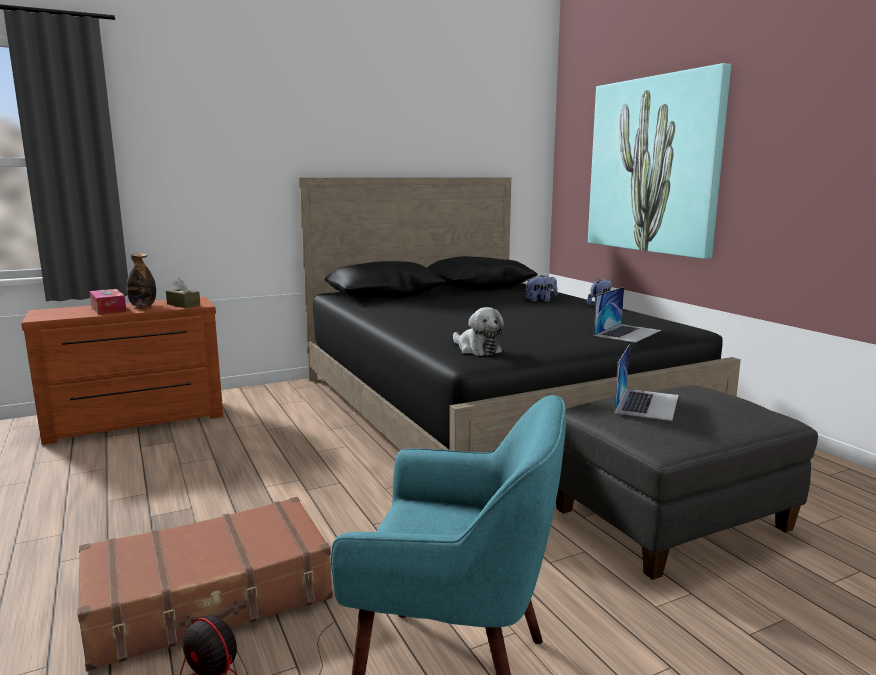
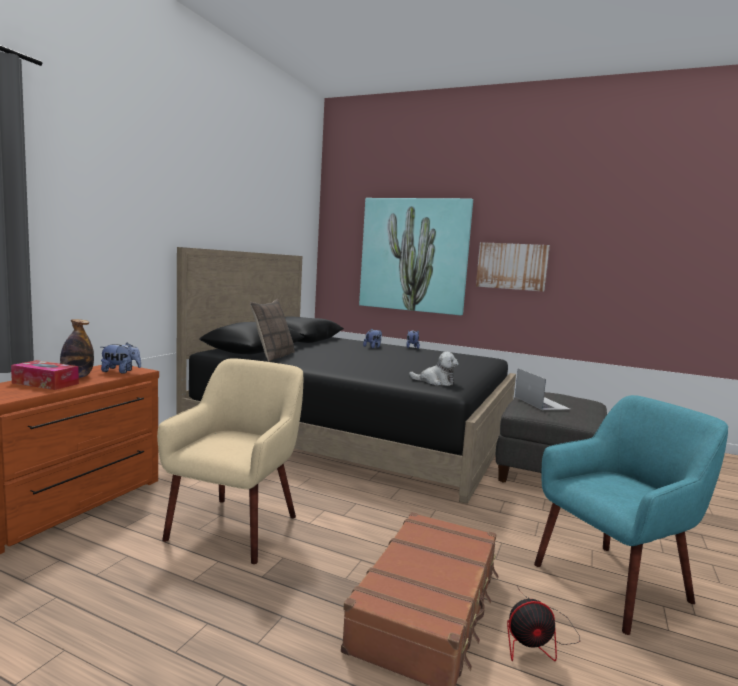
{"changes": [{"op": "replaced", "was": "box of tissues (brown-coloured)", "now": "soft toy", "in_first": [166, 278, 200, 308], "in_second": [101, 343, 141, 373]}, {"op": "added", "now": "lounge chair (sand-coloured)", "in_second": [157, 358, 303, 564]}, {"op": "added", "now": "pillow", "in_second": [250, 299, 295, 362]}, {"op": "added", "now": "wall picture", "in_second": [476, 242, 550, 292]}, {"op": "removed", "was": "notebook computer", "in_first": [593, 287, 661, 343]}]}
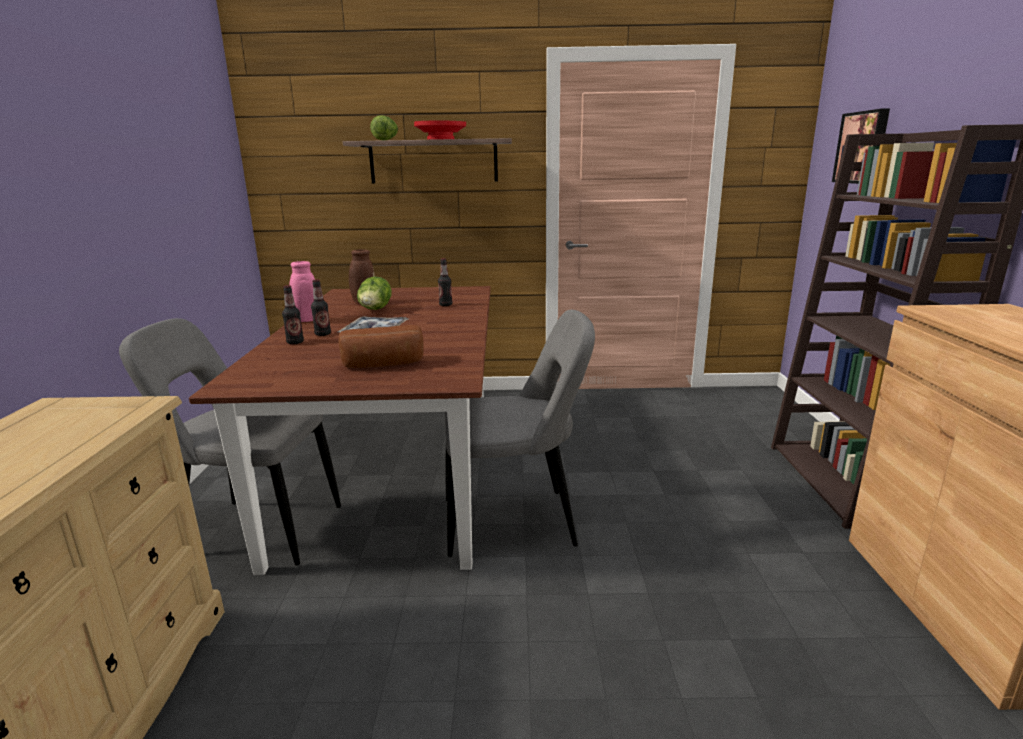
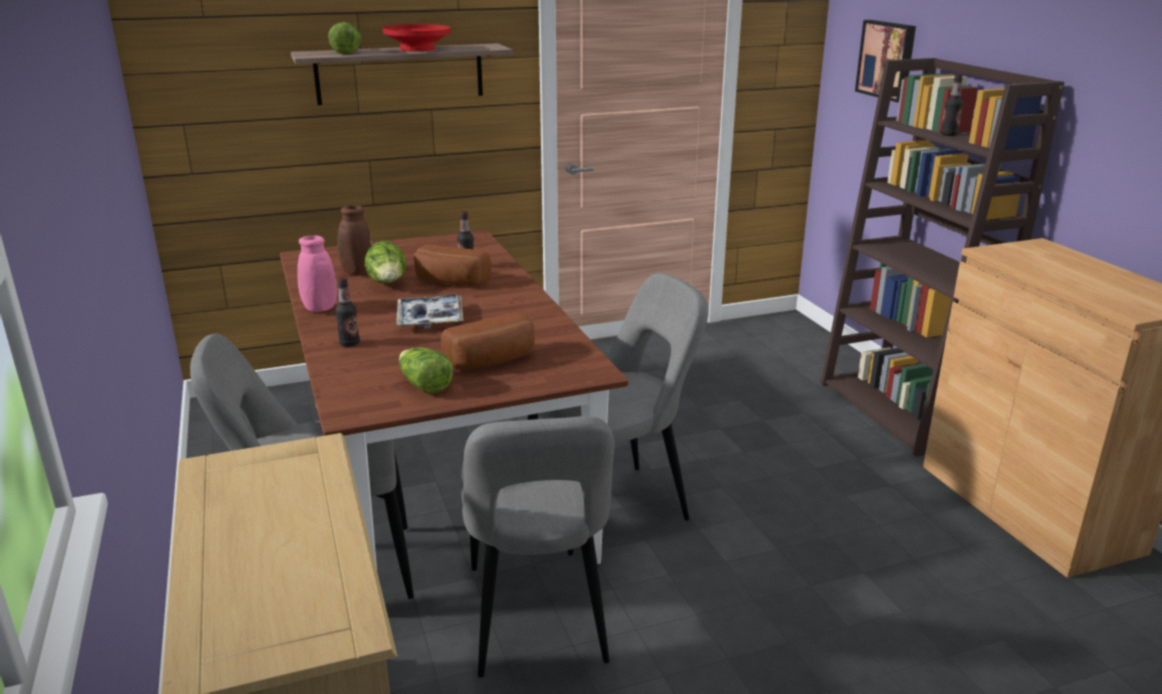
{"changes": [{"op": "added", "now": "lettuce", "in_second": [399, 348, 453, 394]}, {"op": "added", "now": "bakery bread", "in_second": [414, 244, 491, 286]}, {"op": "added", "now": "chair (grey)", "in_second": [461, 416, 614, 678]}, {"op": "moved", "was": "beverage bottle", "in_first": [311, 279, 331, 336], "in_second": [940, 74, 963, 136]}]}
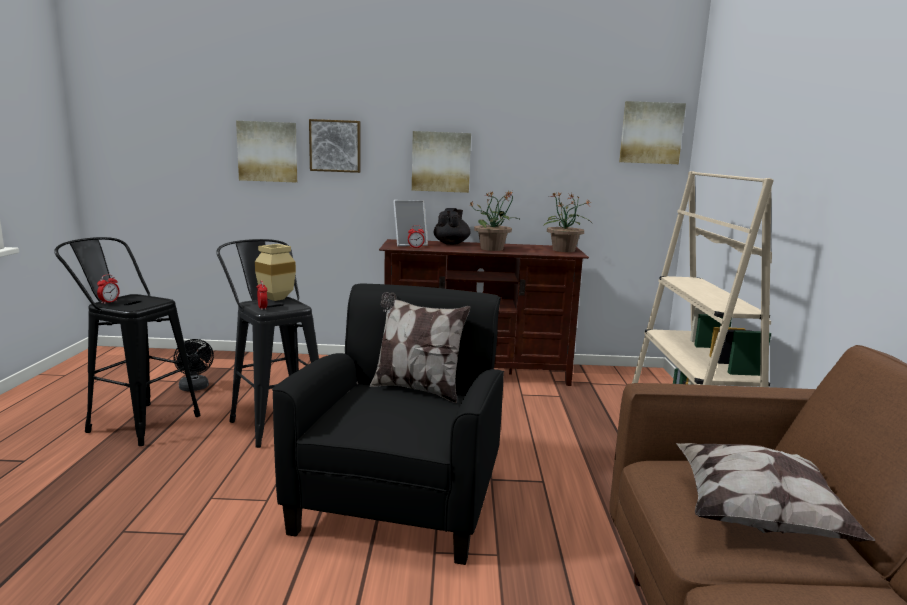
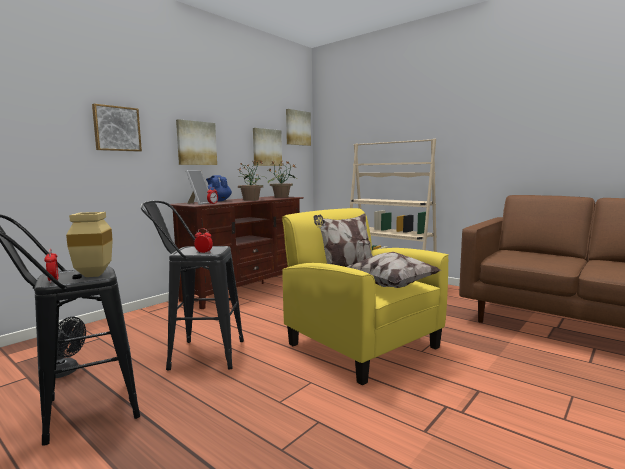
{"changes": [{"op": "moved", "was": "vase (sand-coloured)", "in_first": [255, 244, 296, 301], "in_second": [66, 212, 113, 277]}, {"op": "recoloured", "was": "pot for tea (black-coloured)", "now": "pot for tea (blue)", "in_first": [434, 208, 471, 245], "in_second": [206, 175, 232, 202]}, {"op": "moved", "was": "wall picture", "in_first": [236, 121, 297, 182], "in_second": [253, 128, 282, 166]}, {"op": "recoloured", "was": "lounge chair (black-coloured)", "now": "lounge chair (yellowish)", "in_first": [272, 284, 504, 565], "in_second": [282, 208, 449, 385]}, {"op": "moved", "was": "pillow", "in_first": [676, 443, 875, 542], "in_second": [347, 252, 440, 288]}]}
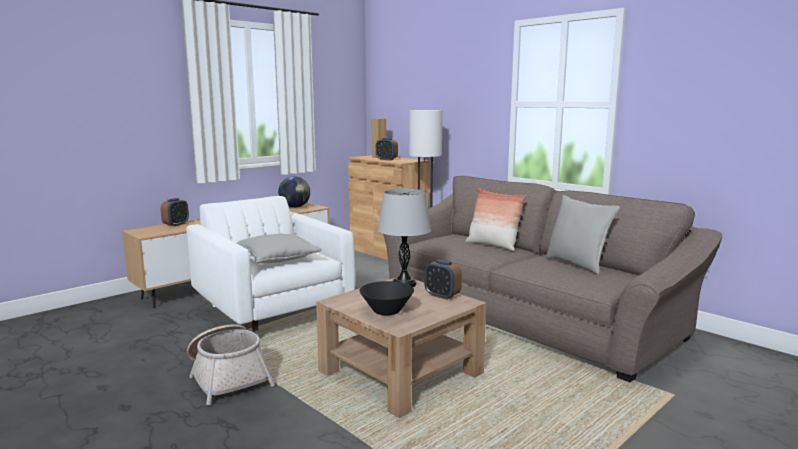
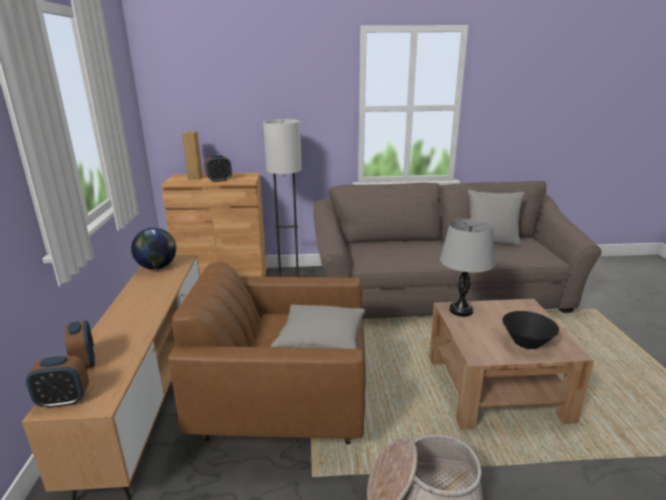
{"changes": [{"op": "moved", "was": "alarm clock", "in_first": [424, 259, 462, 300], "in_second": [26, 356, 89, 408]}, {"op": "recoloured", "was": "lounge chair (whitish)", "now": "lounge chair (brown-coloured)", "in_first": [186, 196, 355, 335], "in_second": [168, 262, 366, 444]}, {"op": "removed", "was": "pillow", "in_first": [466, 188, 526, 251]}]}
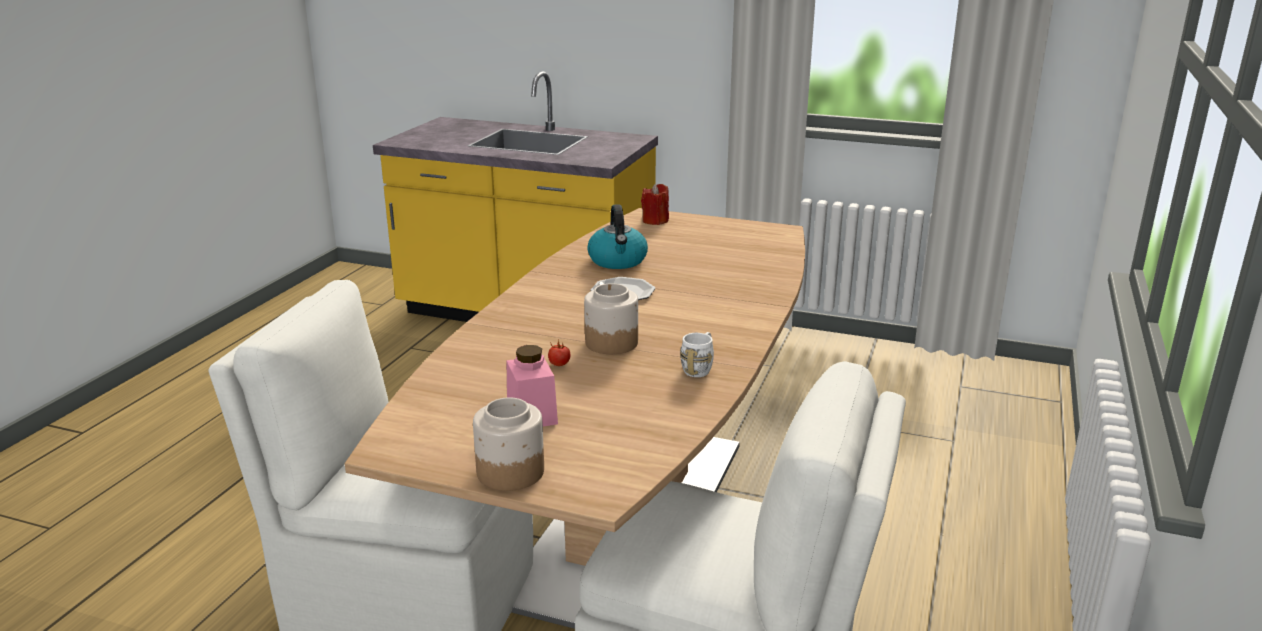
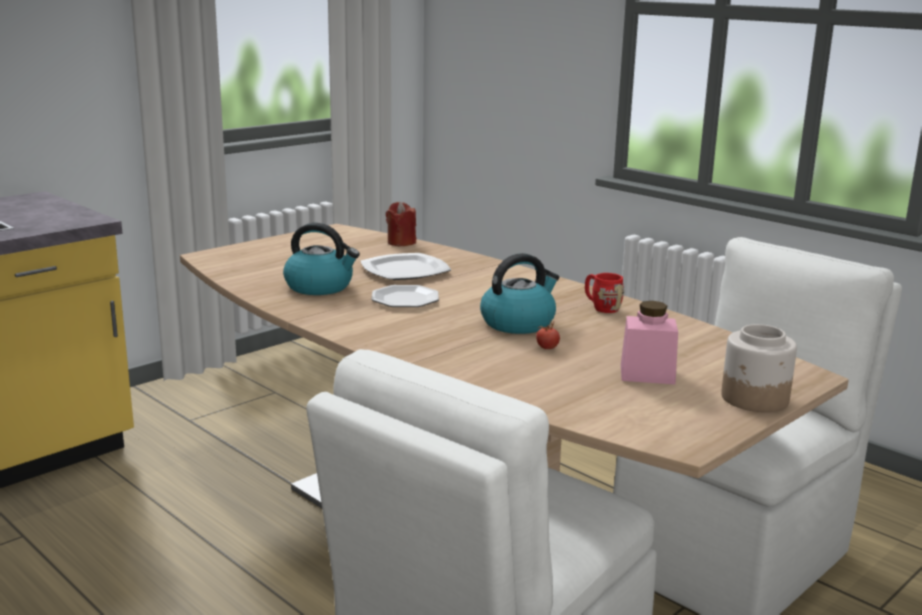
{"changes": [{"op": "added", "now": "dinner plate", "in_second": [361, 253, 451, 280]}, {"op": "moved", "was": "wax candle (red)", "in_first": [641, 184, 669, 225], "in_second": [386, 202, 416, 246]}, {"op": "replaced", "was": "storage jar", "now": "water kettle", "in_first": [584, 283, 638, 354], "in_second": [480, 253, 559, 334]}, {"op": "recoloured", "was": "mug (whitish)", "now": "mug (red)", "in_first": [680, 332, 714, 377], "in_second": [585, 273, 624, 313]}]}
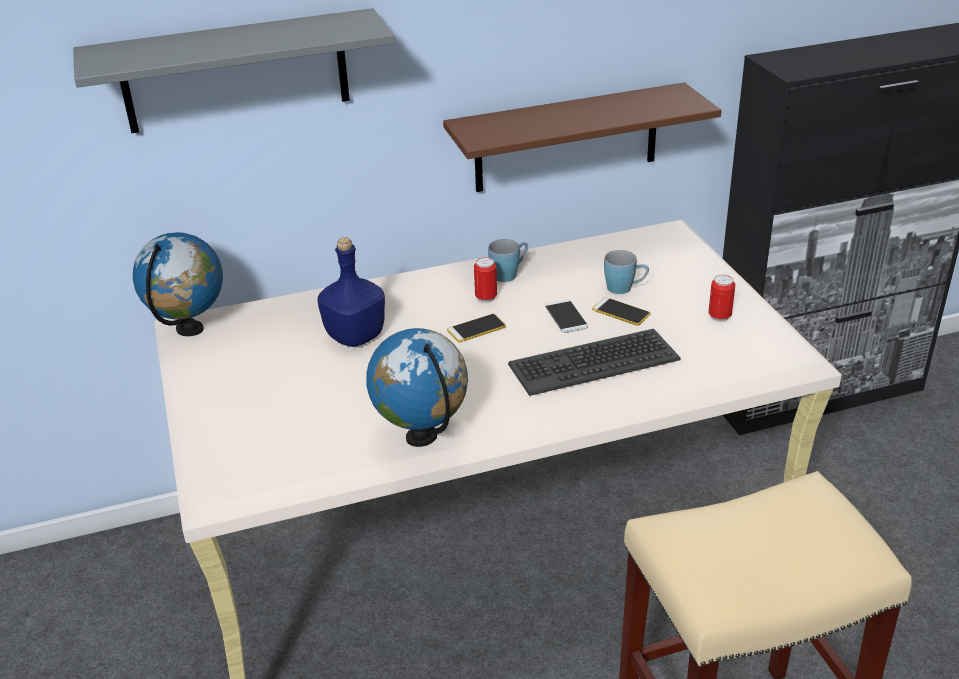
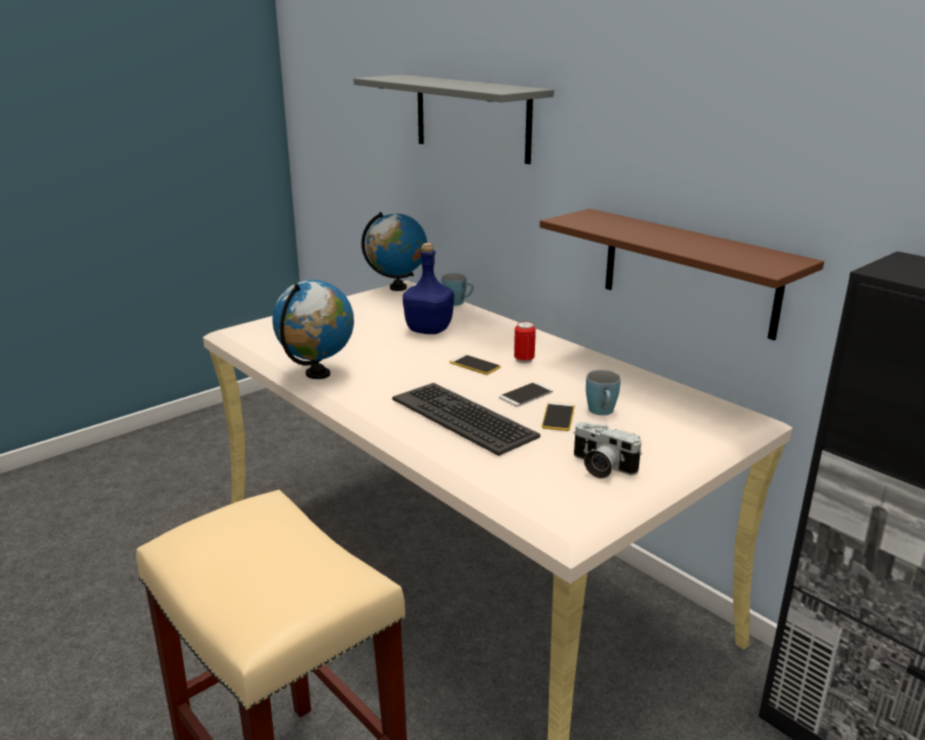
{"changes": [{"op": "moved", "was": "mug (blue)", "in_first": [488, 239, 528, 282], "in_second": [442, 273, 474, 306]}, {"op": "replaced", "was": "can", "now": "still camera", "in_first": [708, 275, 735, 322], "in_second": [573, 422, 642, 479]}]}
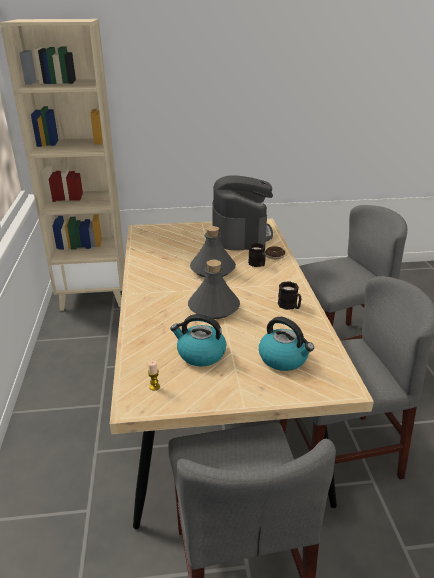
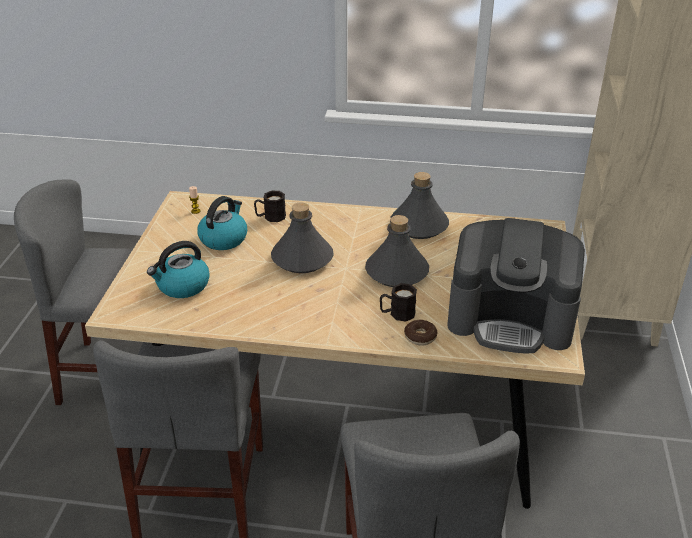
{"changes": [{"op": "moved", "was": "mug (black-coloured)", "in_first": [278, 281, 301, 310], "in_second": [254, 191, 286, 222]}, {"op": "added", "now": "beverage bottle (grey)", "in_second": [390, 172, 449, 239]}]}
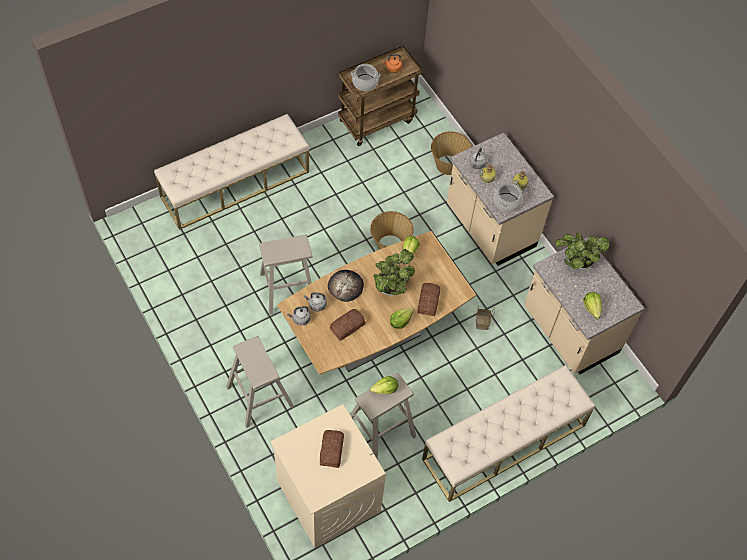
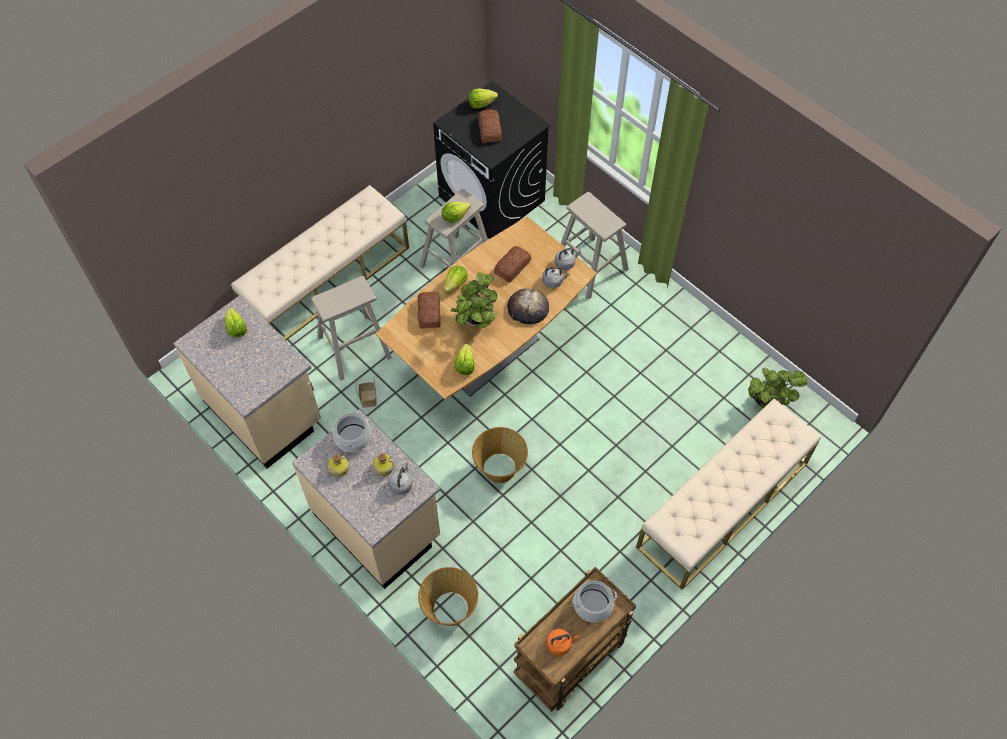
{"changes": [{"op": "moved", "was": "stool (sand-coloured)", "in_first": [259, 235, 313, 315], "in_second": [311, 276, 392, 381]}, {"op": "recoloured", "was": "laundry machine (sand-coloured)", "now": "laundry machine (black-coloured)", "in_first": [270, 404, 386, 548], "in_second": [433, 81, 551, 239]}, {"op": "added", "now": "lettuce", "in_second": [469, 89, 498, 109]}, {"op": "moved", "was": "plant in a pot", "in_first": [555, 233, 610, 269], "in_second": [748, 368, 807, 409]}]}
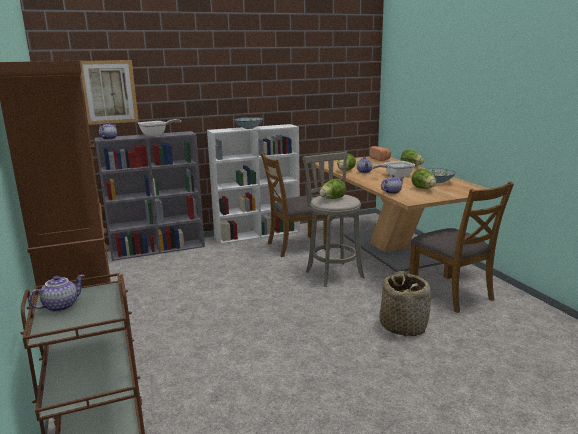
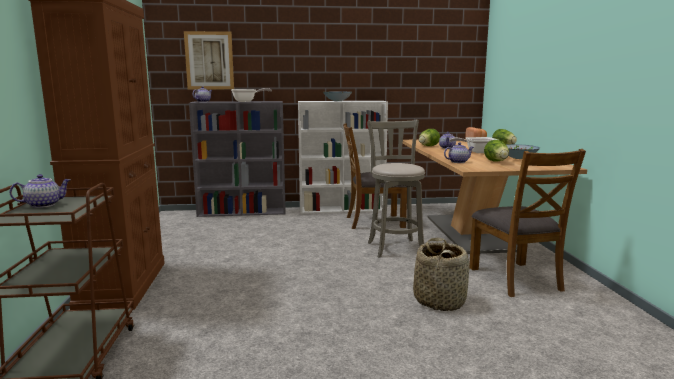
{"changes": [{"op": "removed", "was": "lettuce", "in_first": [319, 179, 346, 199]}]}
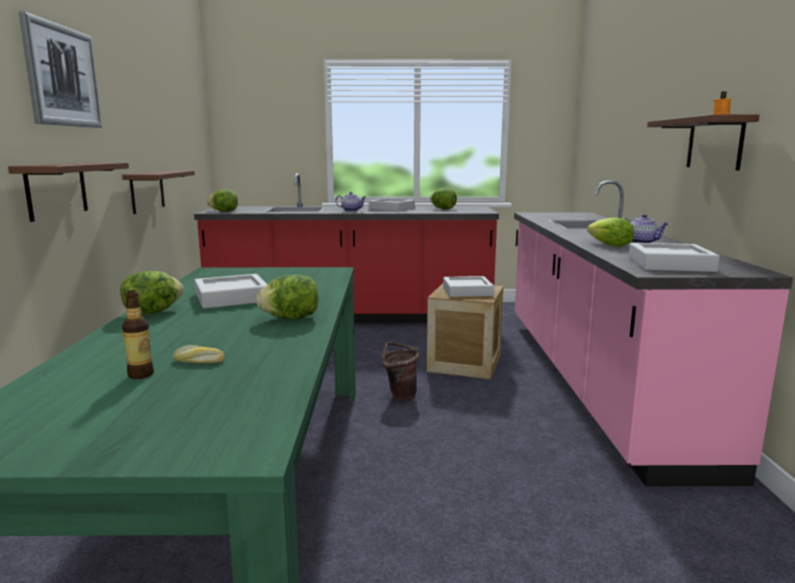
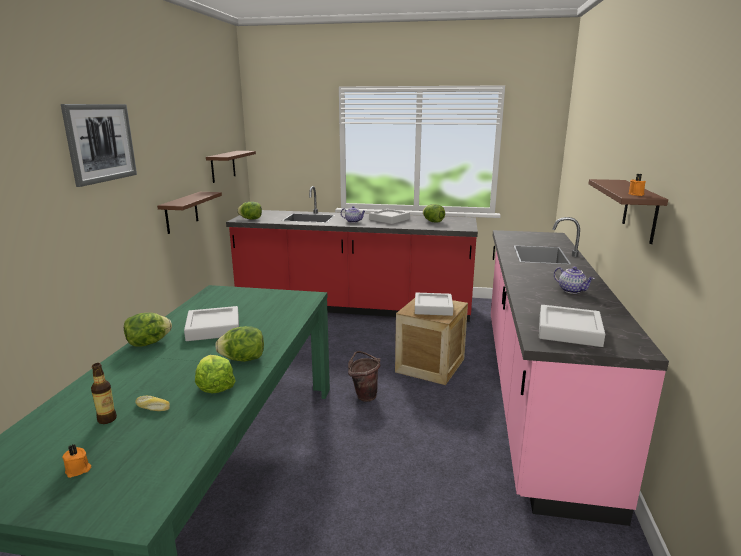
{"changes": [{"op": "added", "now": "wax candle (orangey)", "in_second": [62, 444, 91, 478]}, {"op": "moved", "was": "lettuce", "in_first": [587, 218, 634, 247], "in_second": [195, 355, 235, 394]}, {"op": "moved", "was": "bracket shelf (brown-coloured)", "in_first": [8, 162, 129, 222], "in_second": [206, 151, 256, 183]}]}
